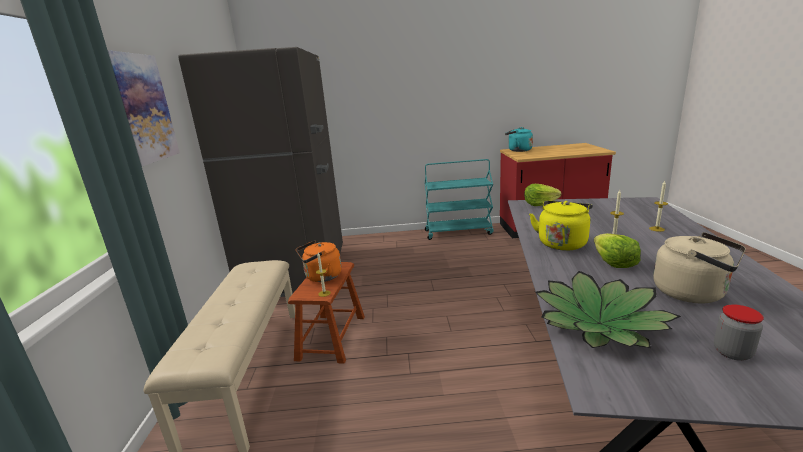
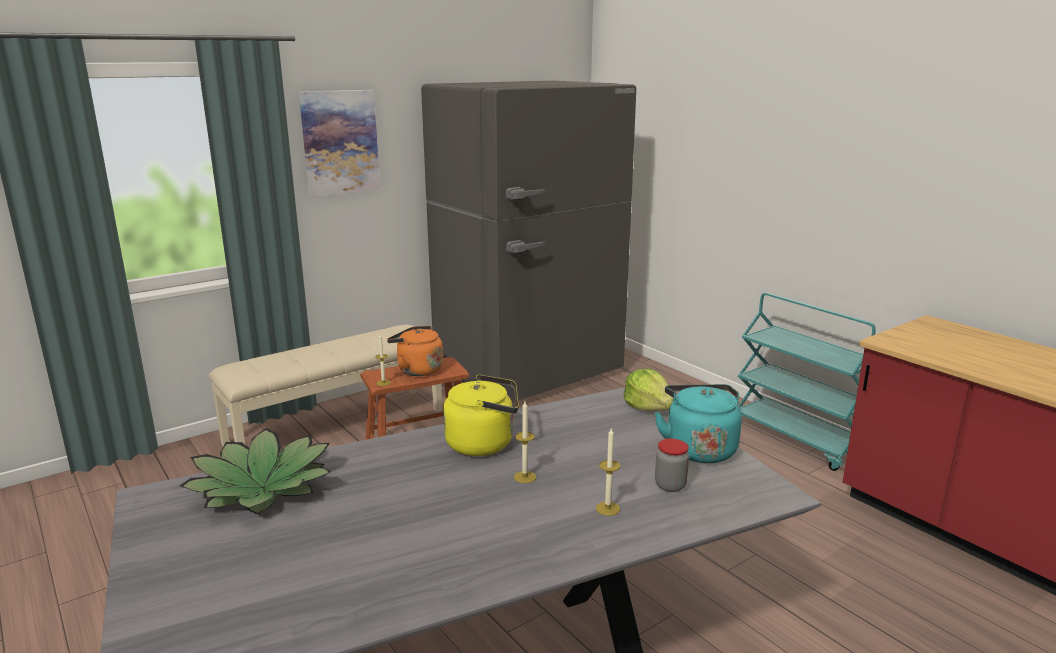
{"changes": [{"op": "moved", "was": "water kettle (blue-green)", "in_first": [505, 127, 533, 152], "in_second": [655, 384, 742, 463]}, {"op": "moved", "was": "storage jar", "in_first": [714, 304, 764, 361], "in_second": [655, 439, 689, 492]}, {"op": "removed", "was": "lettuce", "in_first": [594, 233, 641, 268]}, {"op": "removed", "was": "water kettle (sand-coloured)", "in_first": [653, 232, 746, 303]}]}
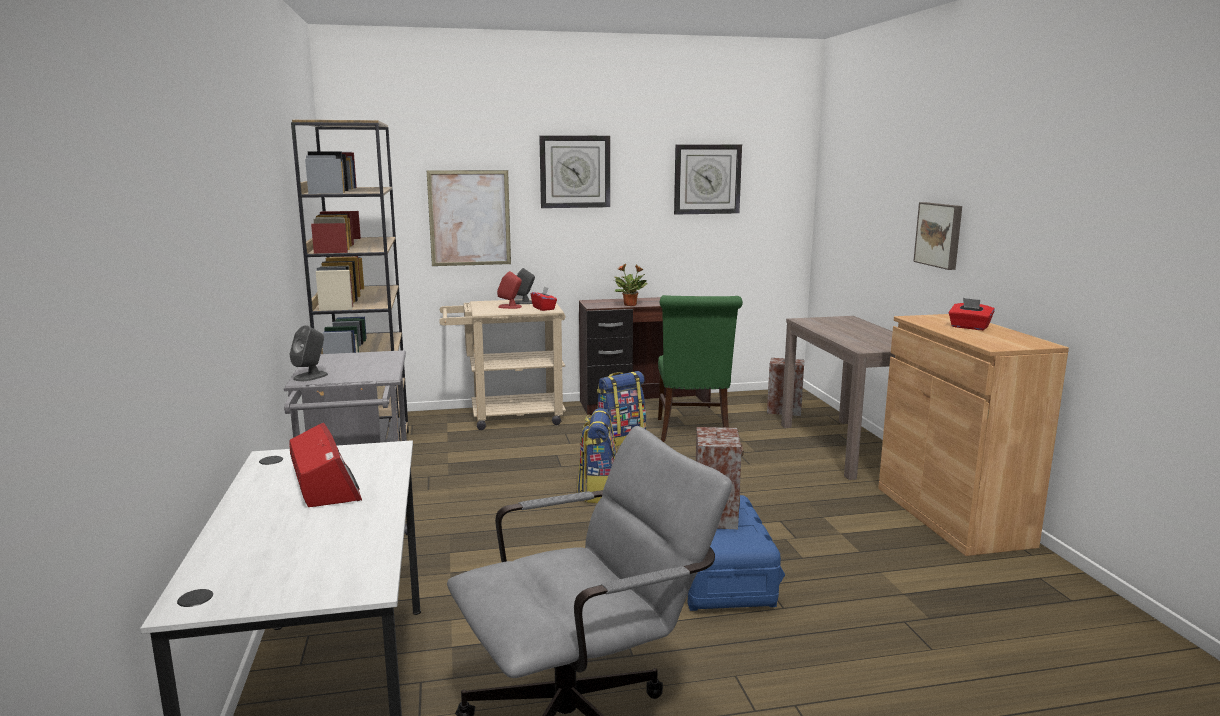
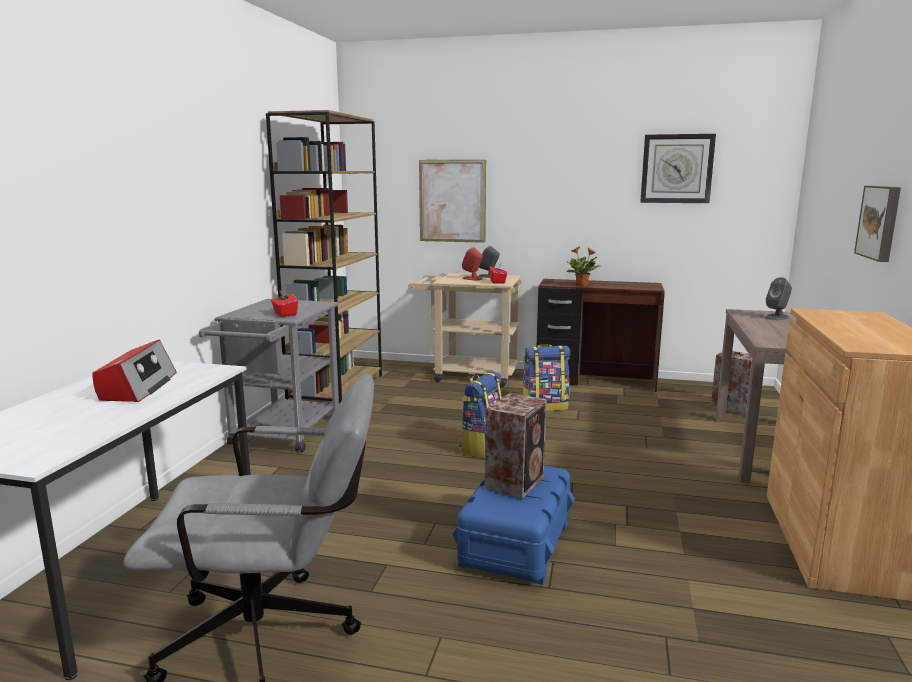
{"changes": [{"op": "moved", "was": "box of tissues (red)", "in_first": [949, 298, 995, 330], "in_second": [271, 290, 298, 317]}, {"op": "moved", "was": "loudspeaker (grey)", "in_first": [289, 325, 328, 381], "in_second": [764, 277, 792, 320]}, {"op": "removed", "was": "clock on the wall", "in_first": [539, 135, 610, 208]}, {"op": "removed", "was": "chair (greenish)", "in_first": [658, 295, 743, 442]}]}
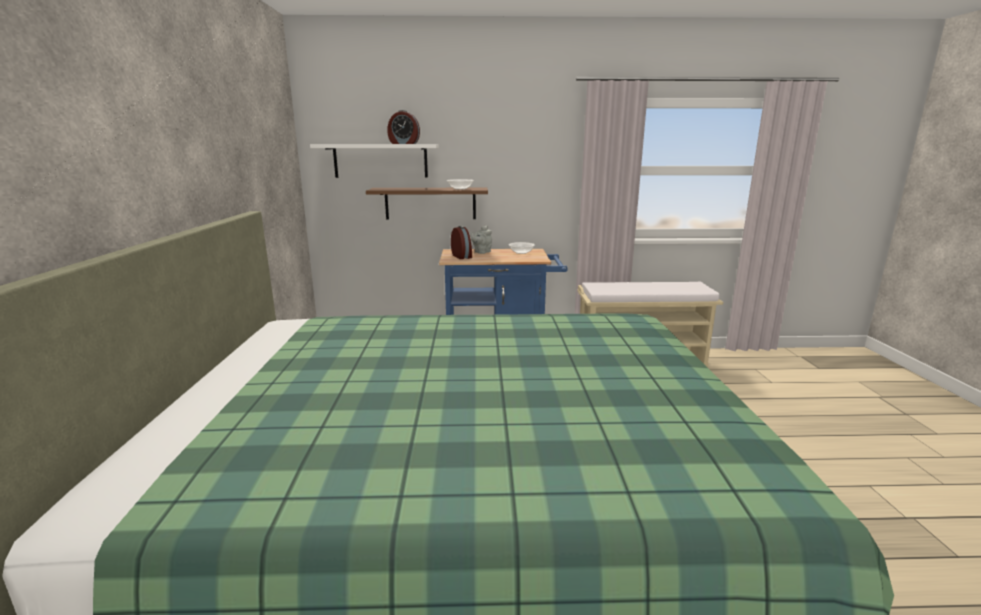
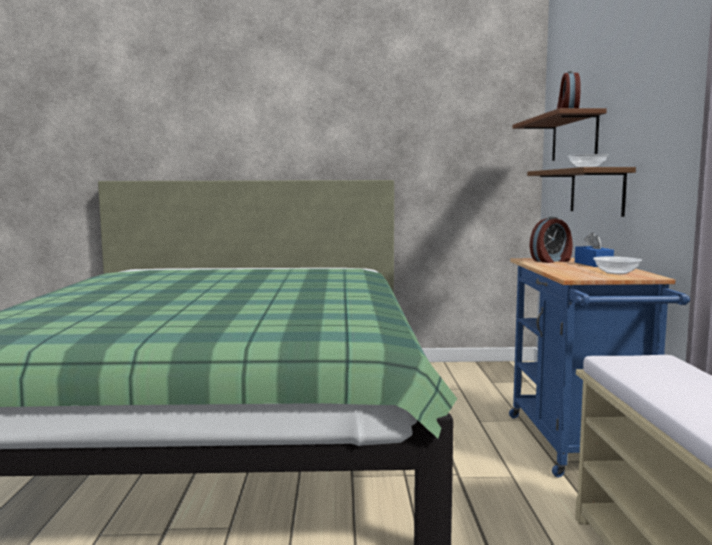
{"changes": [{"op": "recoloured", "was": "bracket shelf (whitish)", "now": "bracket shelf (brown-coloured)", "in_first": [310, 144, 439, 178], "in_second": [513, 108, 607, 161]}, {"op": "replaced", "was": "pot for tea (grey)", "now": "box of tissues (blue)", "in_first": [471, 226, 492, 254], "in_second": [575, 232, 614, 267]}]}
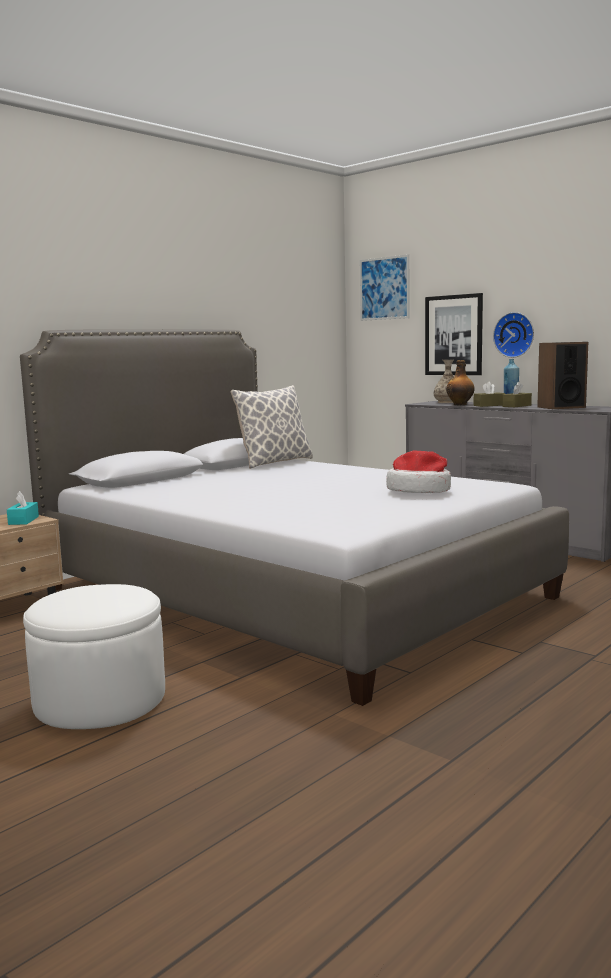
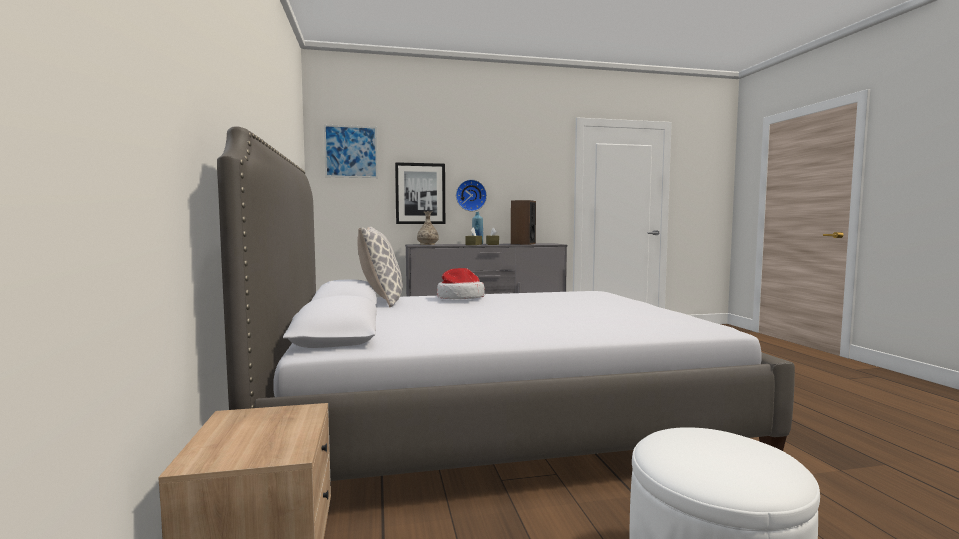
{"changes": [{"op": "moved", "was": "wearable hat", "in_first": [386, 450, 451, 493], "in_second": [437, 268, 485, 299]}, {"op": "removed", "was": "box of tissues (blue-green)", "in_first": [7, 491, 39, 525]}, {"op": "removed", "was": "beverage bottle", "in_first": [446, 360, 475, 405]}]}
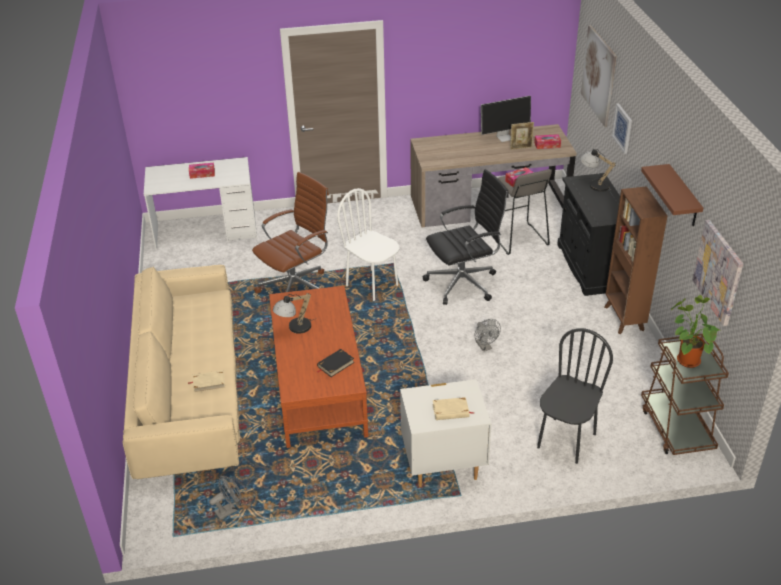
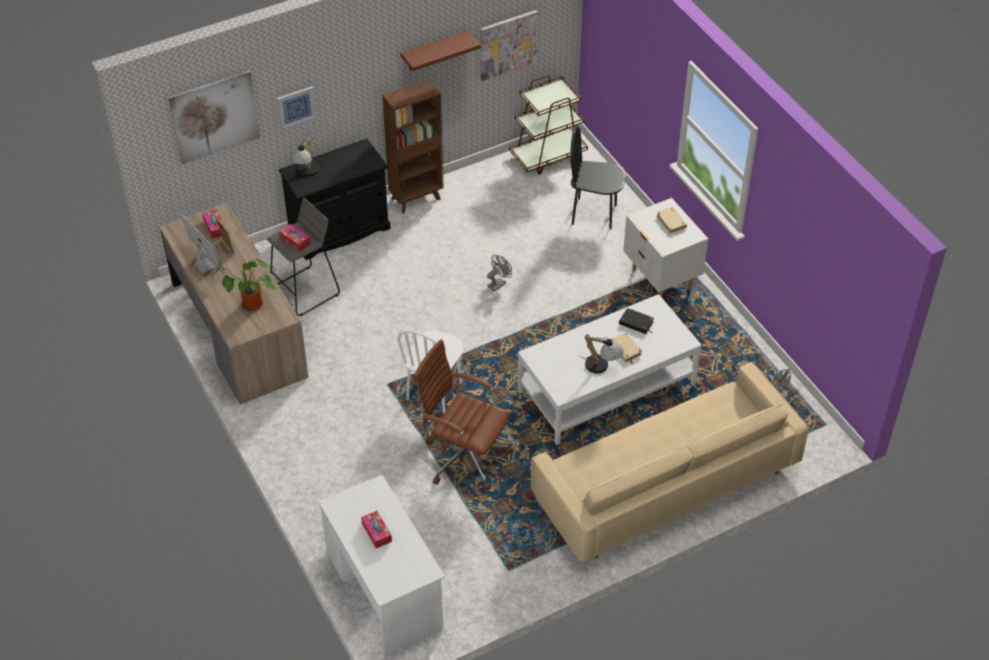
{"changes": [{"op": "moved", "was": "plant in a pot", "in_first": [671, 295, 719, 368], "in_second": [212, 258, 277, 311]}, {"op": "recoloured", "was": "low table (brown-coloured)", "now": "low table (whitish)", "in_first": [269, 286, 368, 448], "in_second": [517, 294, 702, 445]}, {"op": "moved", "was": "bound book (sand-coloured)", "in_first": [188, 370, 225, 393], "in_second": [611, 332, 643, 364]}, {"op": "removed", "was": "computer chair (black-coloured)", "in_first": [423, 169, 509, 305]}]}
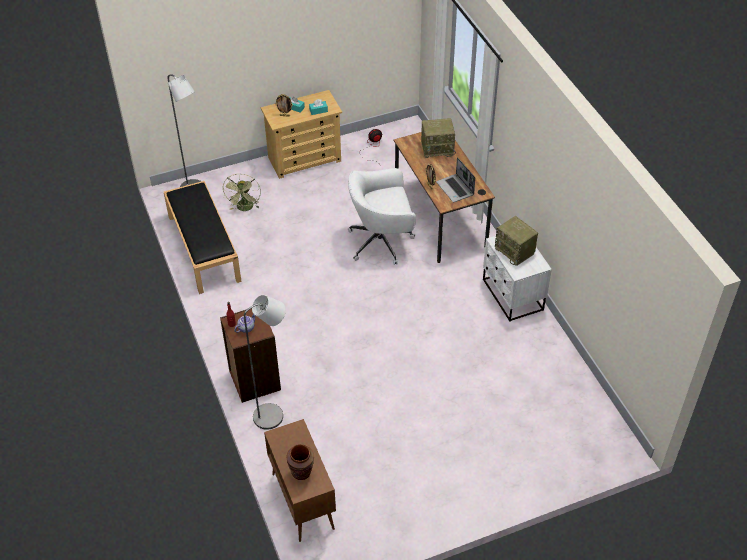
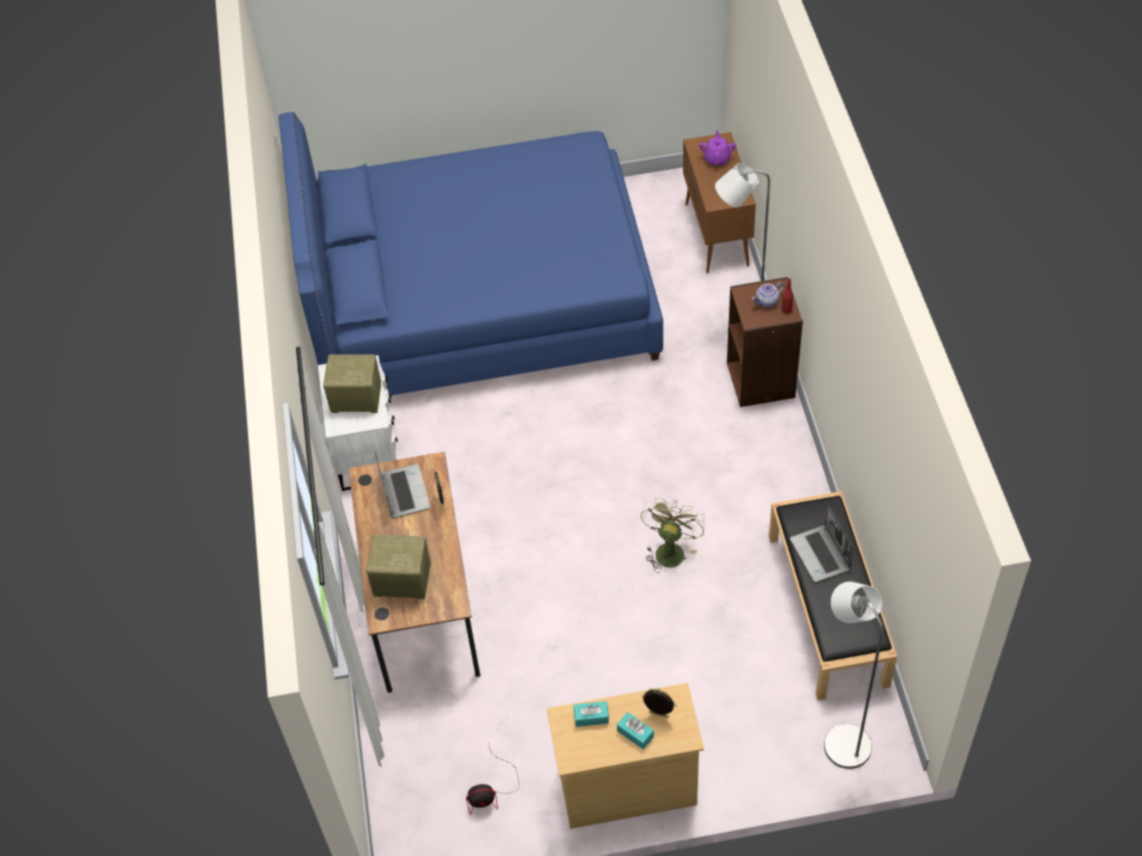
{"changes": [{"op": "added", "now": "bed (blue)", "in_second": [279, 112, 663, 395]}, {"op": "turned", "was": "radio set", "in_first": [495, 216, 538, 266], "in_second": [323, 354, 381, 413], "clockwise": -60}, {"op": "moved", "was": "fan (greenish)", "in_first": [222, 174, 261, 211], "in_second": [641, 498, 705, 573]}, {"op": "replaced", "was": "vase (brown-coloured)", "now": "pot for tea (purple)", "in_first": [286, 444, 314, 480], "in_second": [699, 131, 736, 165]}, {"op": "added", "now": "notebook computer", "in_second": [790, 505, 854, 583]}, {"op": "removed", "was": "computer chair (whitish)", "in_first": [348, 168, 416, 265]}]}
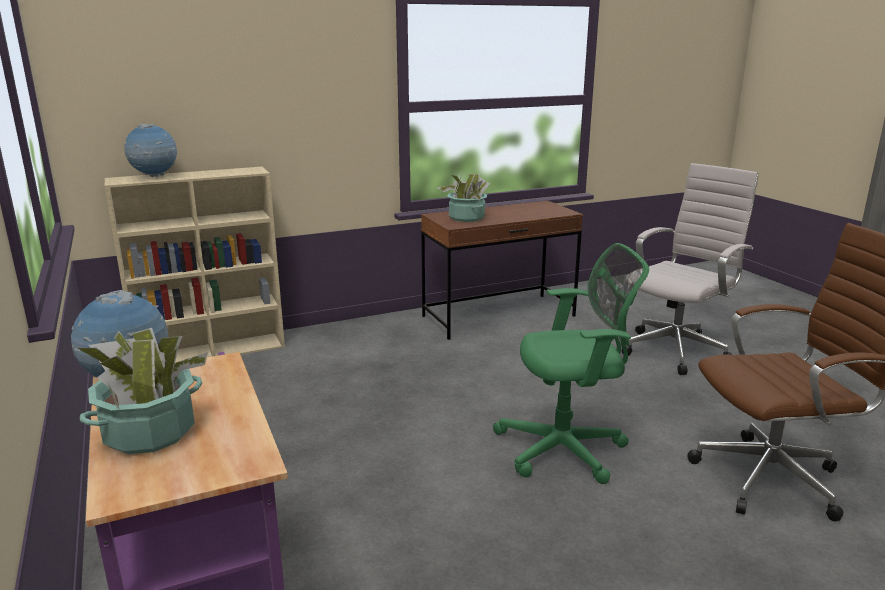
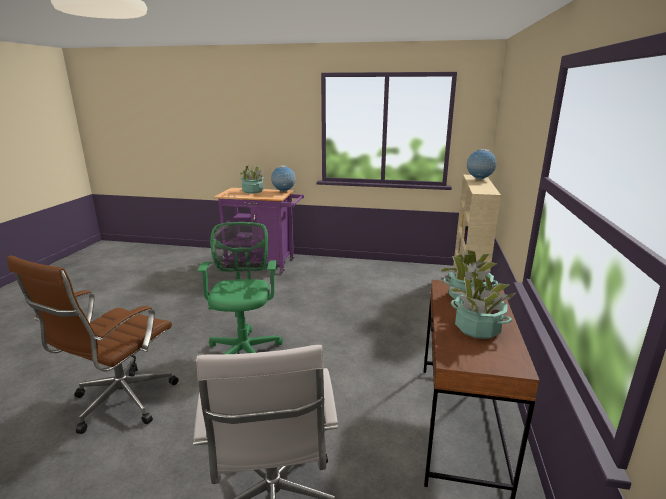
{"changes": [{"op": "turned", "was": "computer chair (greenish)", "in_first": [493, 243, 649, 484], "in_second": [197, 222, 283, 354], "clockwise": 150}, {"op": "added", "now": "plant in a pot", "in_second": [450, 274, 517, 339]}]}
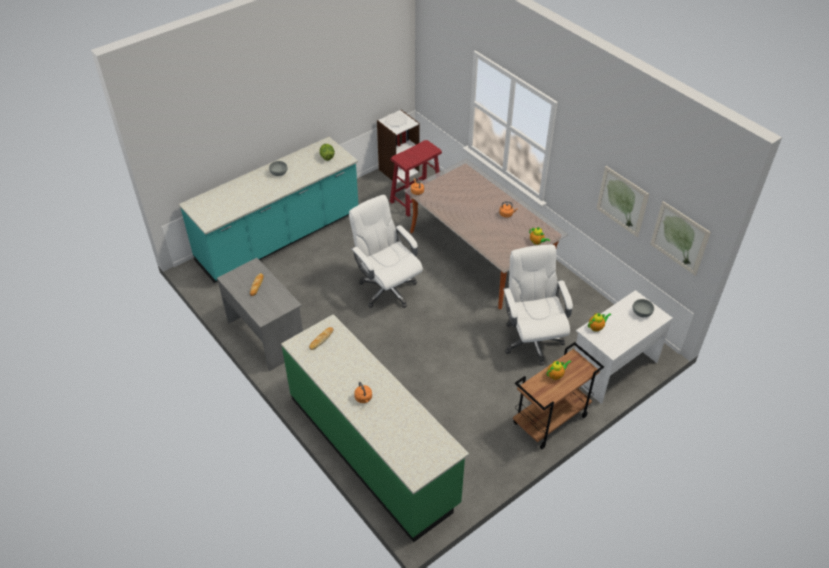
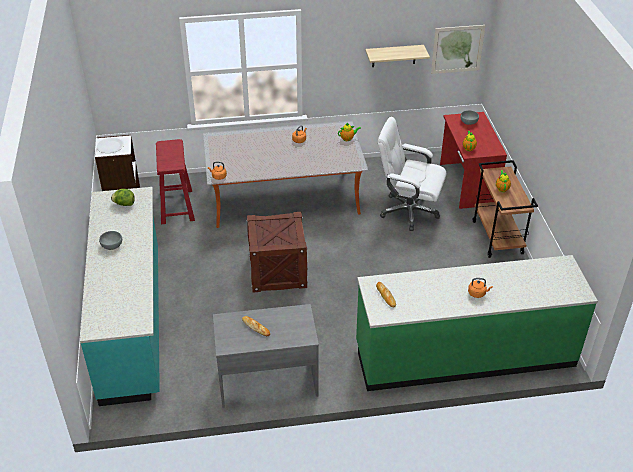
{"changes": [{"op": "replaced", "was": "computer chair (whitish)", "now": "crate", "in_first": [349, 195, 423, 308], "in_second": [247, 212, 308, 292]}, {"op": "replaced", "was": "wall picture", "now": "bracket shelf", "in_first": [596, 166, 649, 237], "in_second": [365, 45, 430, 67]}, {"op": "recoloured", "was": "desk unit (whitish)", "now": "desk unit (red)", "in_first": [575, 290, 673, 404], "in_second": [440, 112, 507, 209]}]}
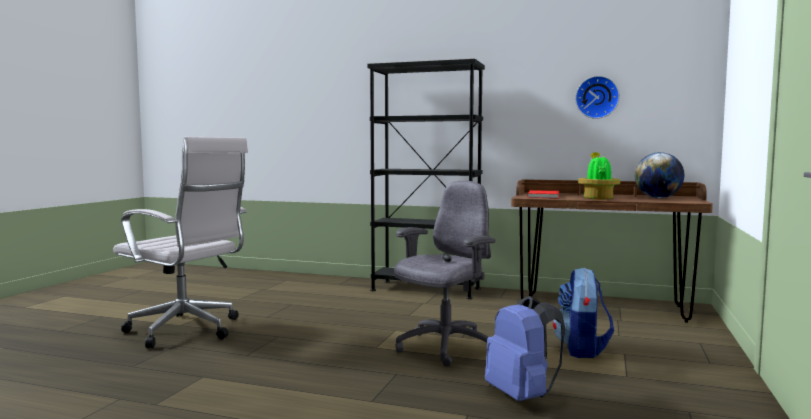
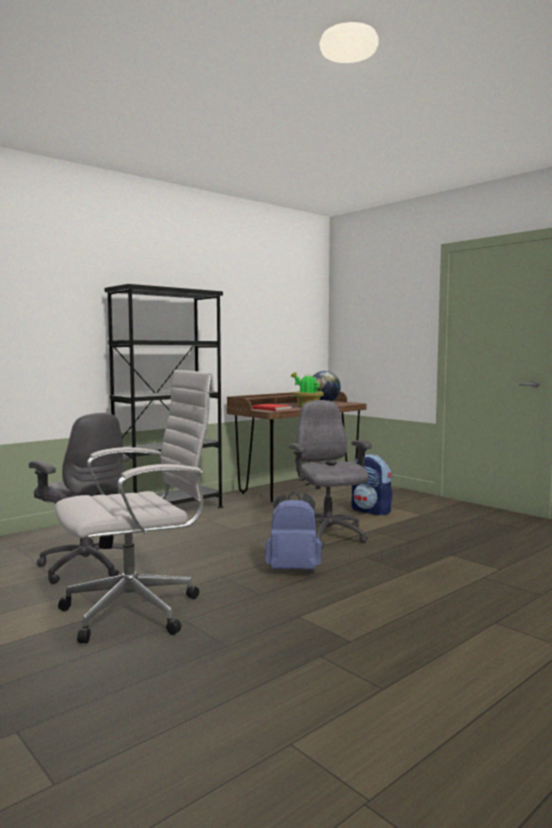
{"changes": [{"op": "added", "now": "computer chair (grey)", "in_second": [29, 413, 129, 585]}, {"op": "moved", "was": "knapsack (blue)", "in_first": [485, 296, 565, 401], "in_second": [265, 491, 322, 570]}, {"op": "removed", "was": "clock on the wall", "in_first": [575, 76, 620, 119]}]}
